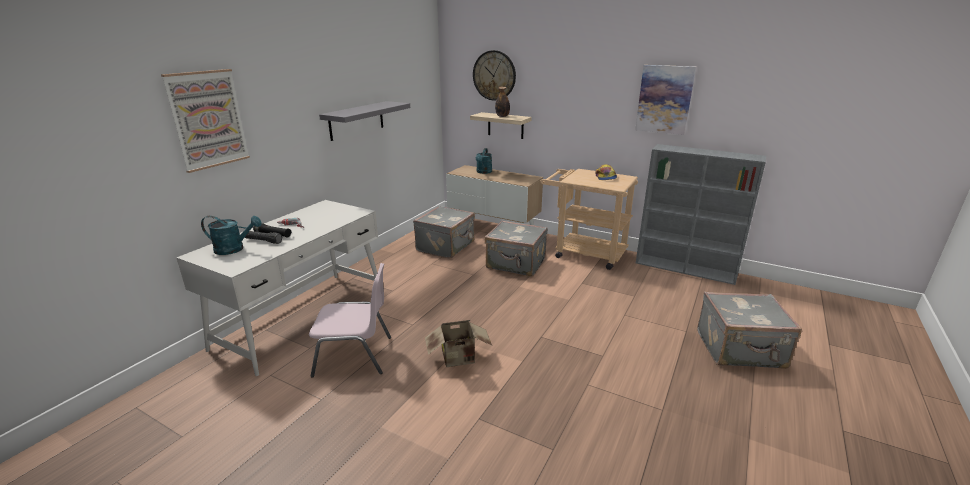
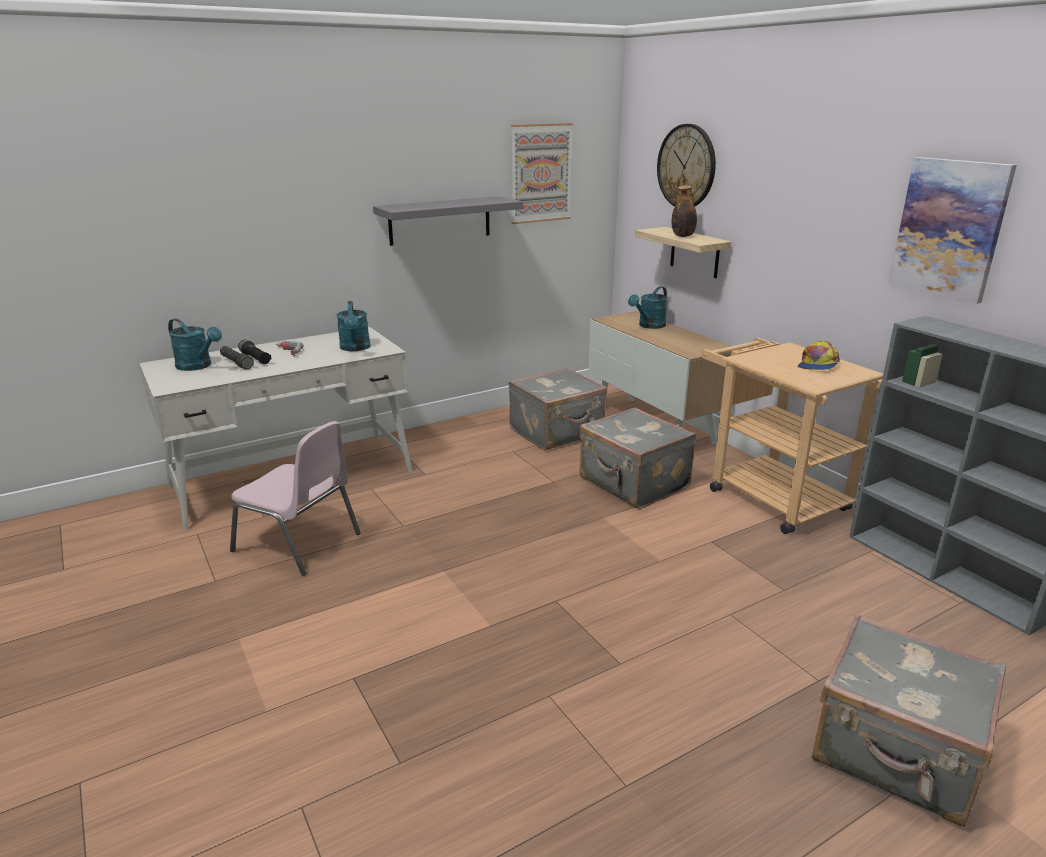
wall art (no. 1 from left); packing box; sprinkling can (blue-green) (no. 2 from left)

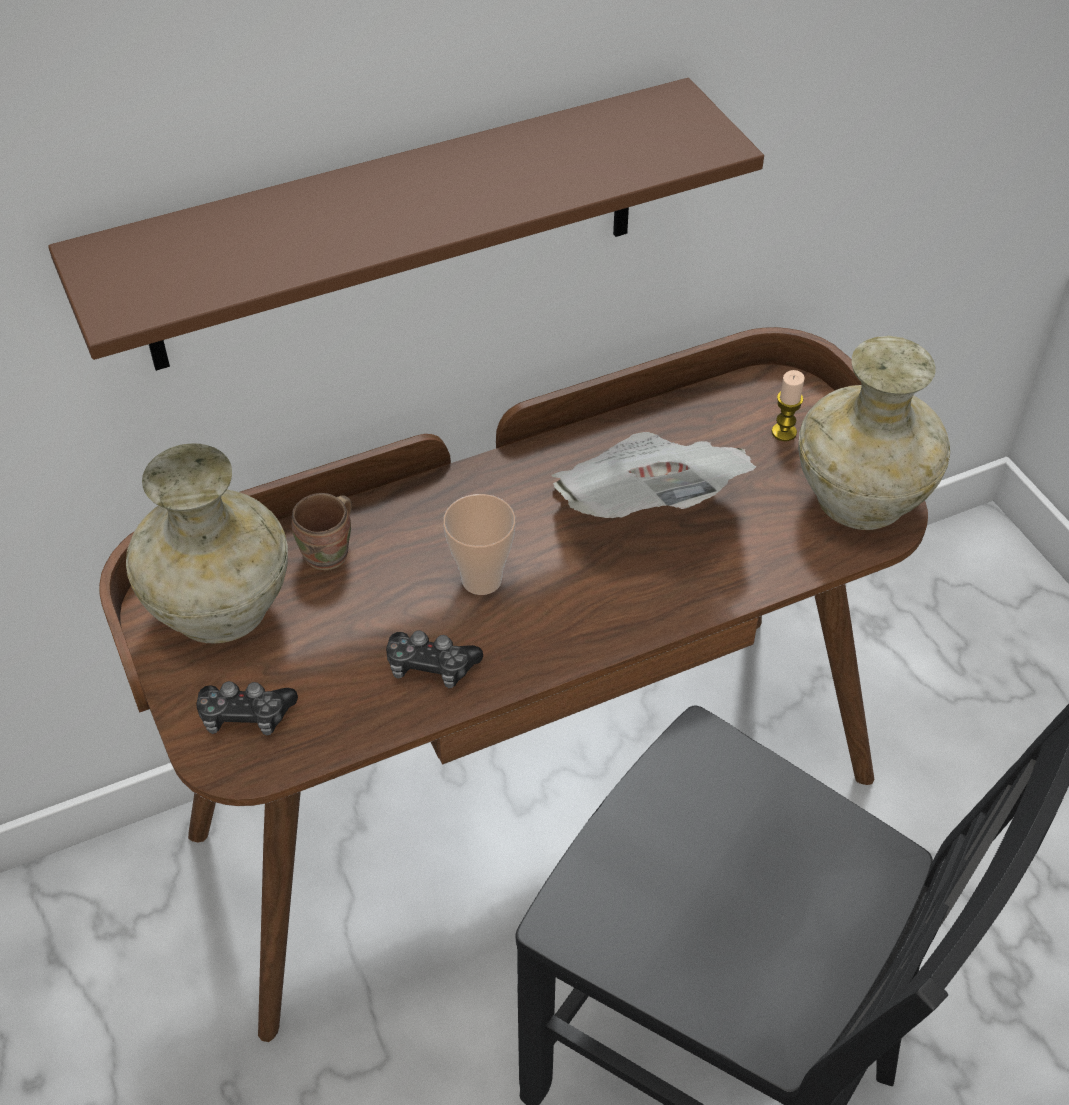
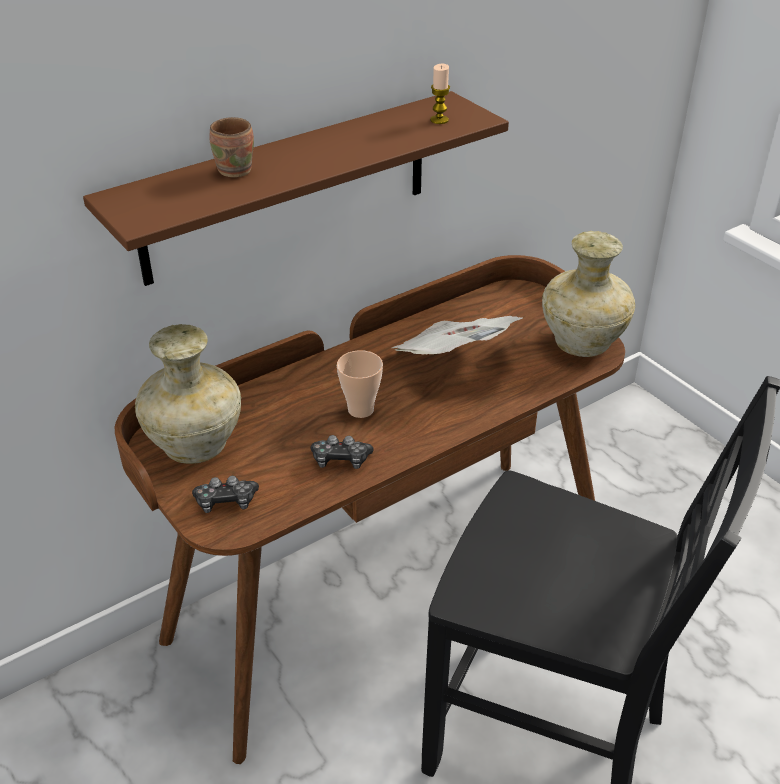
wax light; mug (brown-coloured)

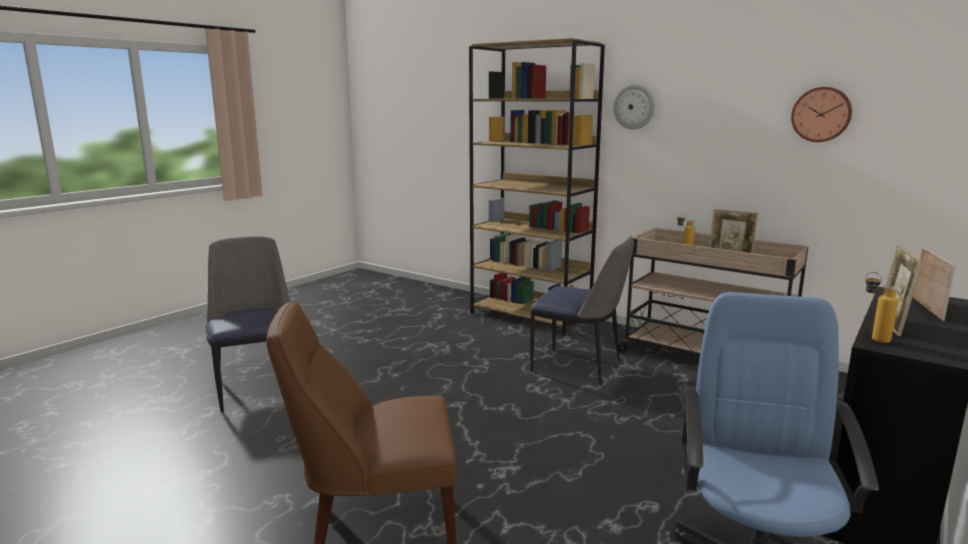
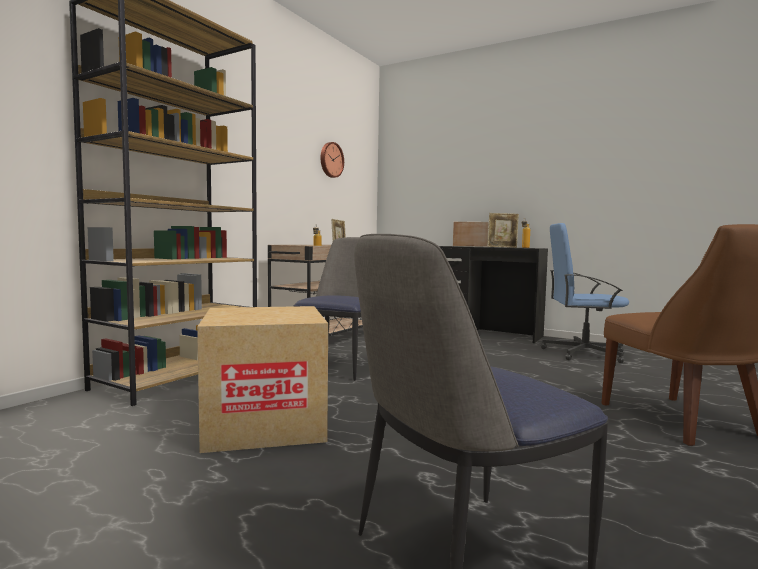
hanging clock (no. 1 from left in the first image); packing box

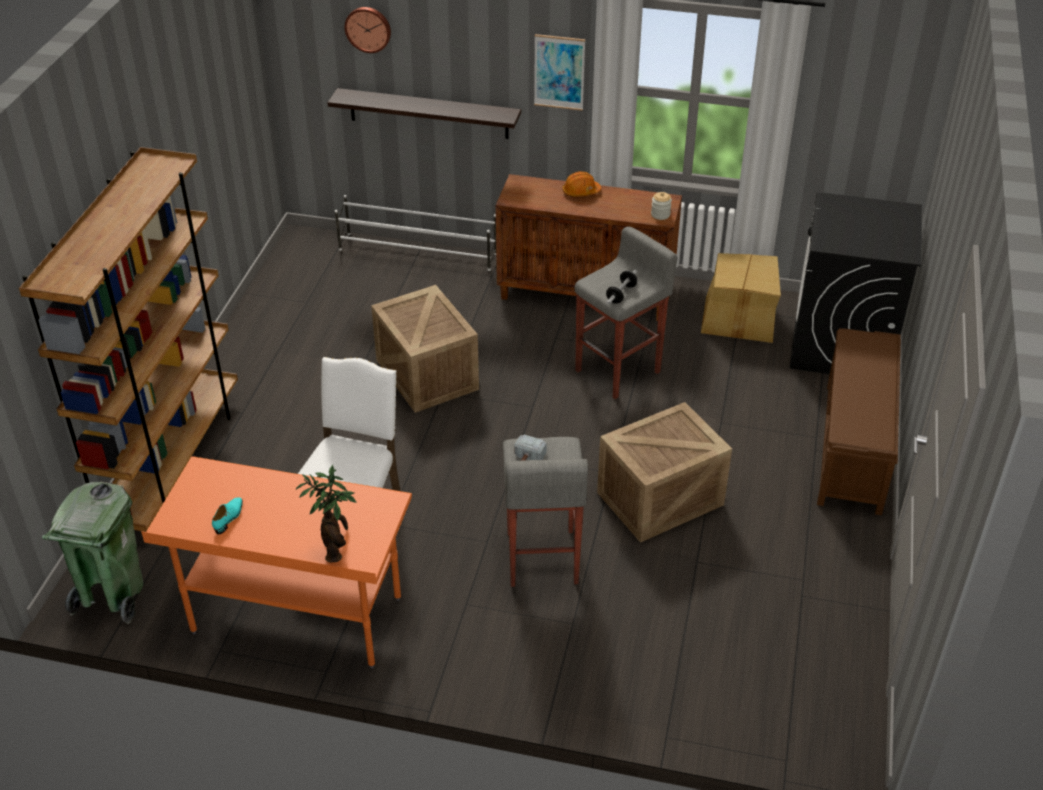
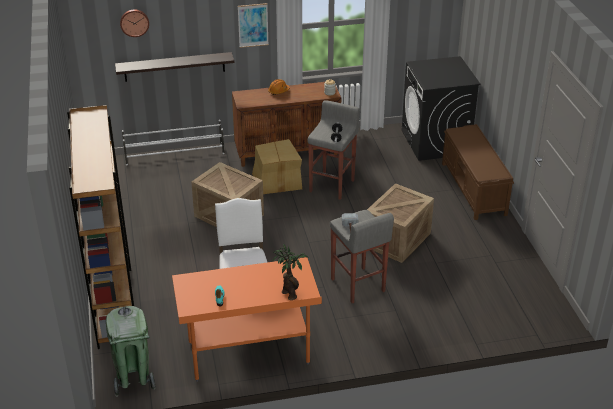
packing box

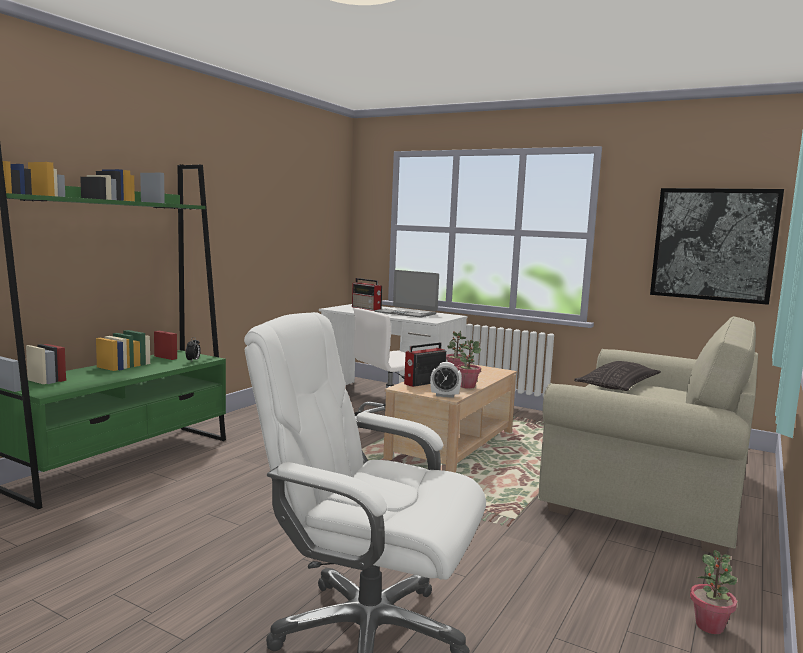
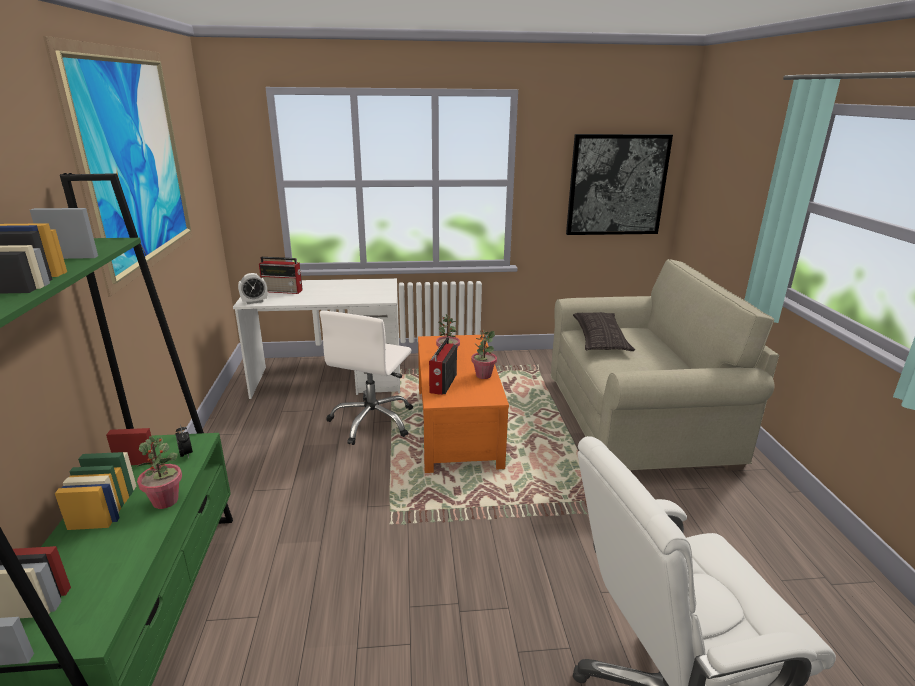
portable computer; table clock (no. 2 from left); low table (orangey); houseplant (no. 1 from left); wall art (no. 1 from left)

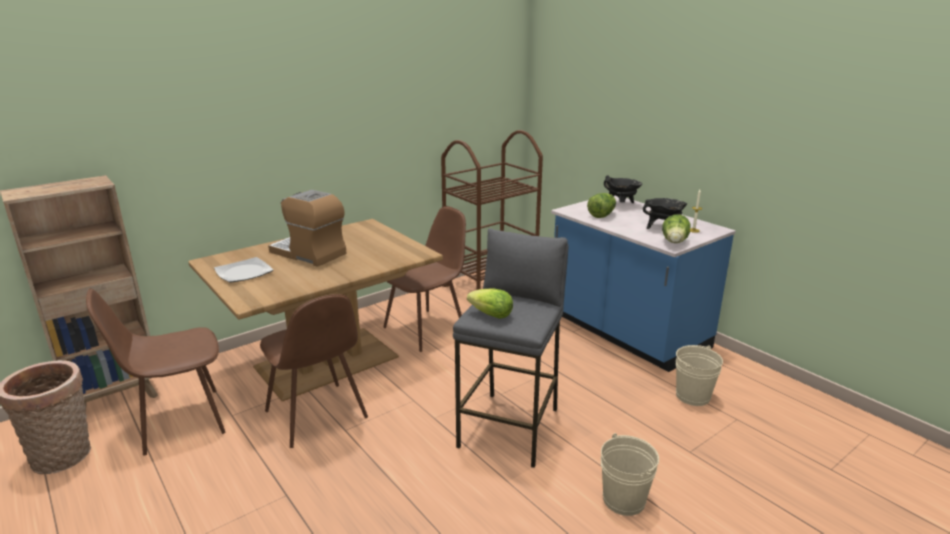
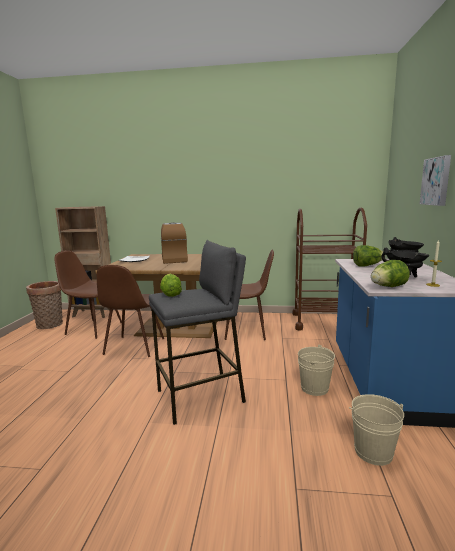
bucket (sand-coloured) (no. 1 from left); wall art

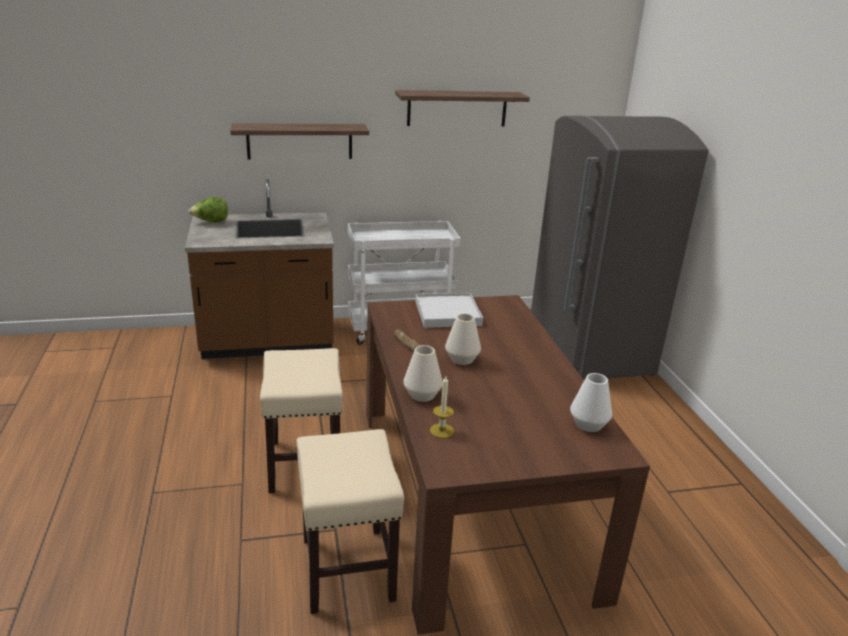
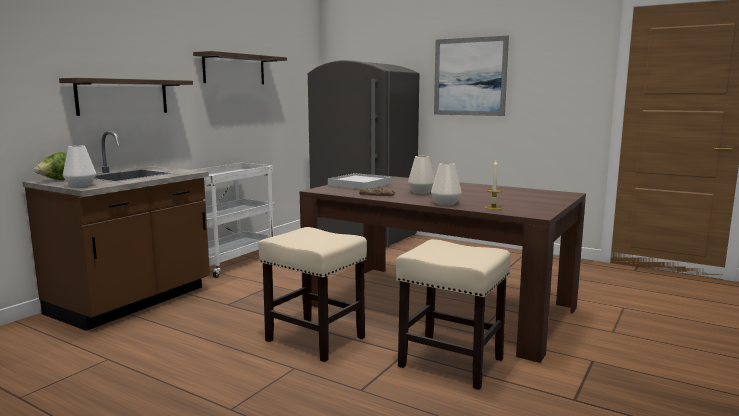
flower vase (white-coloured) (no. 1 from left); wall art

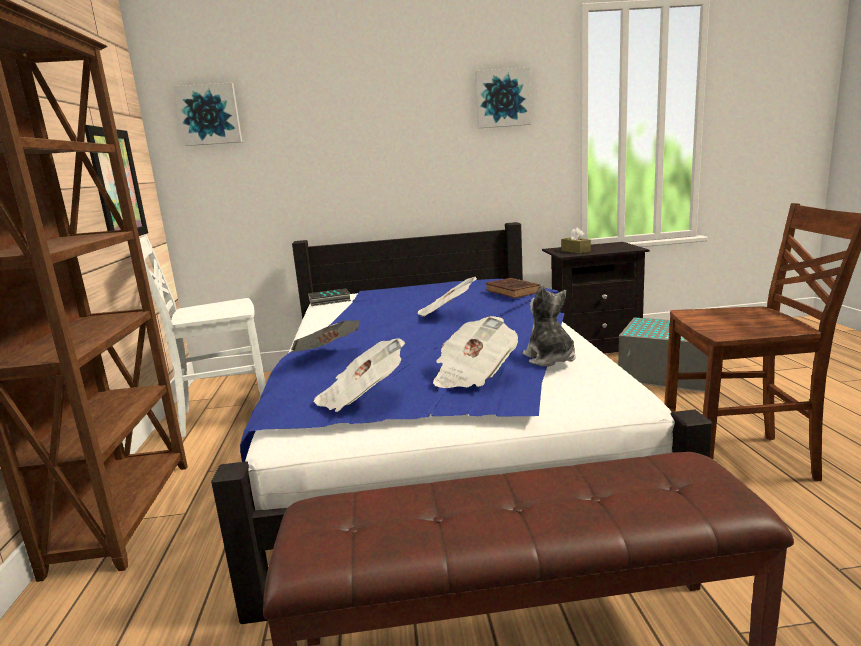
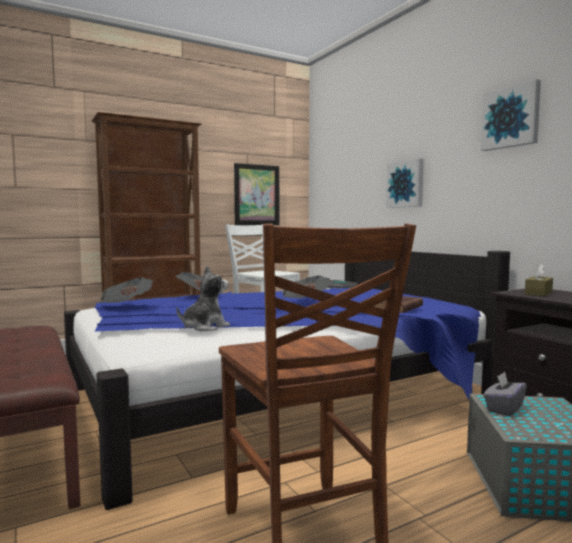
wall art (no. 2 from left); daily paper (no. 4 from left in the first image); box of tissues (grey)

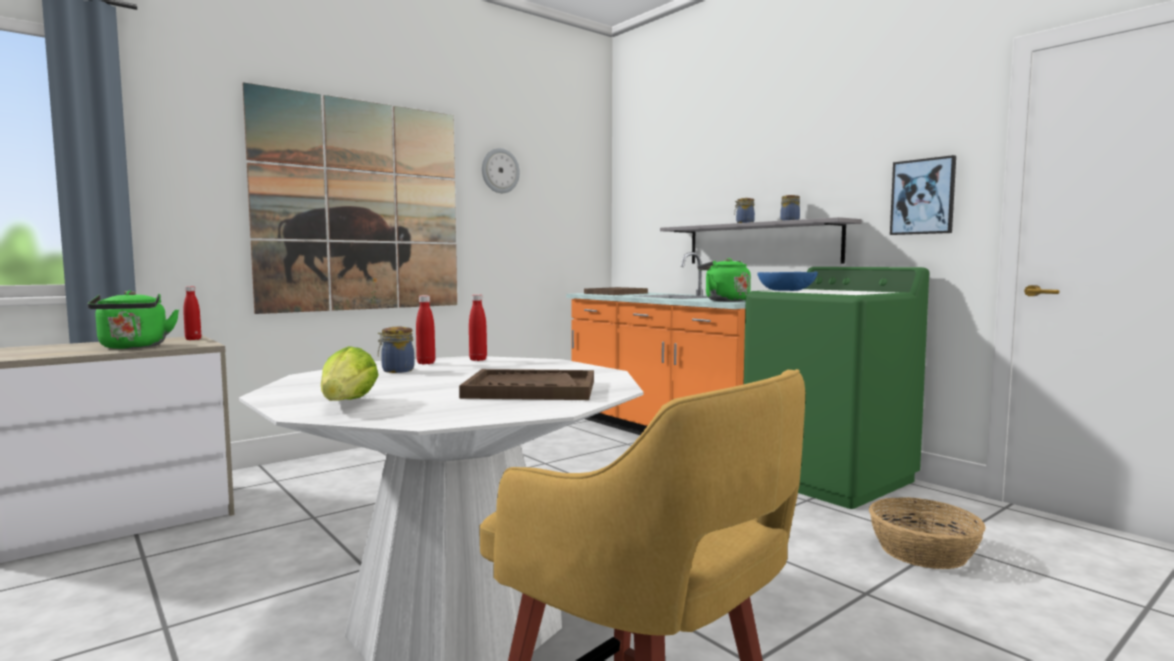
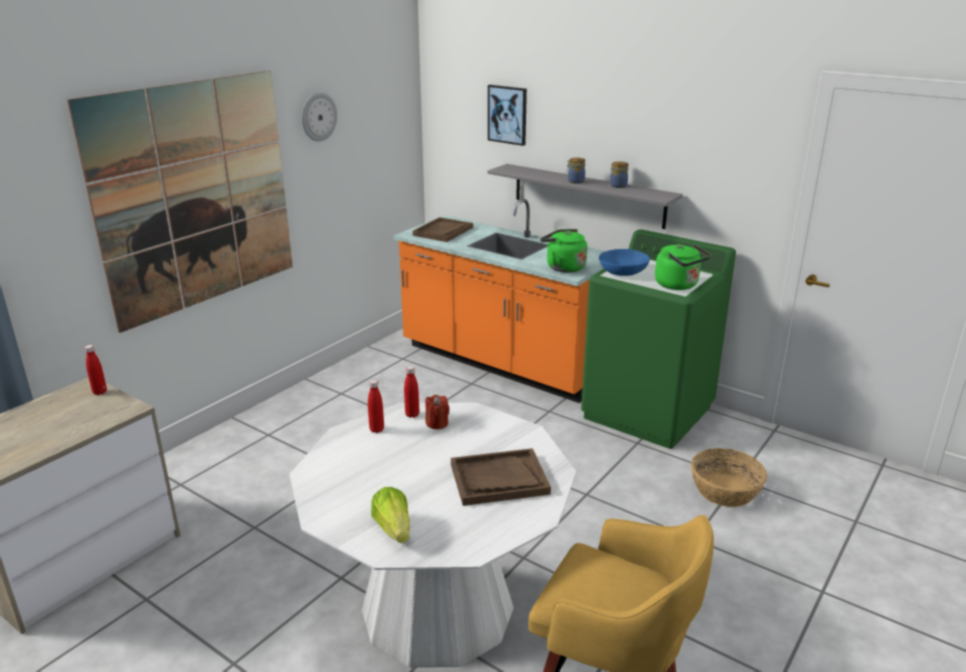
wall art (no. 2 from left); tea kettle (greenish) (no. 2 from left); storage jar (no. 1 from left in the first image); wax light (red-coloured)

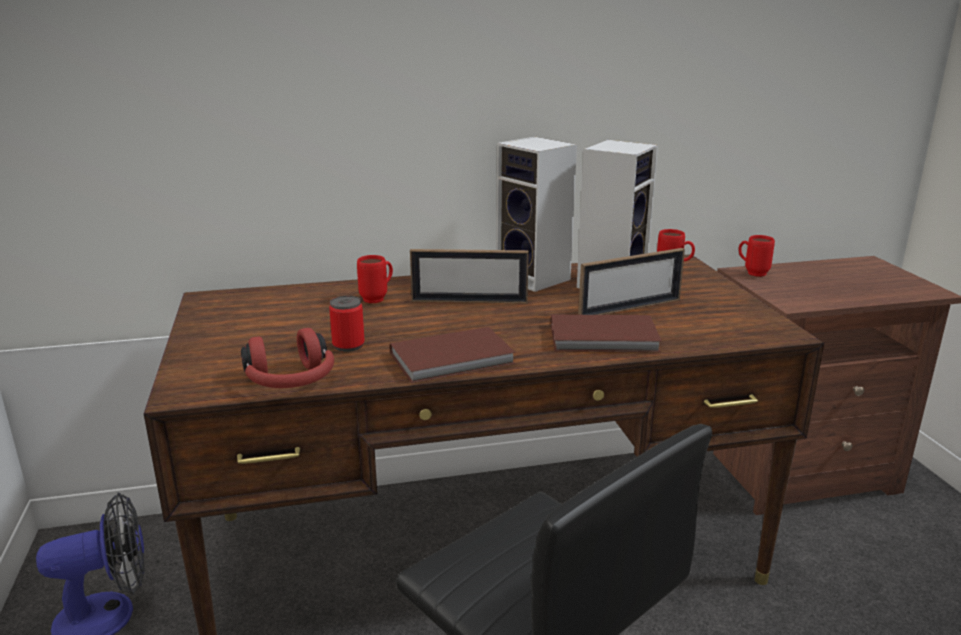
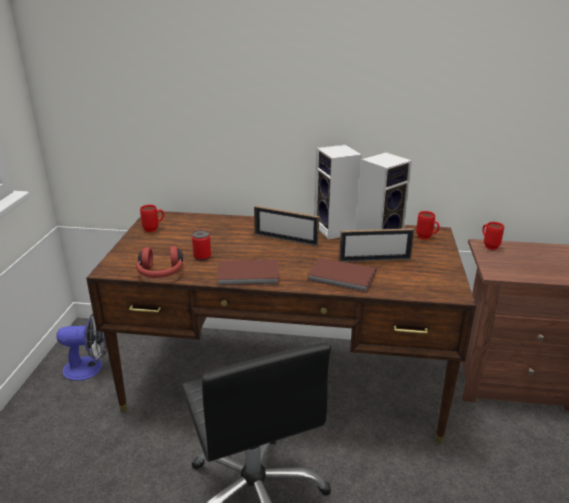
mug (red-coloured) (no. 1 from left)

